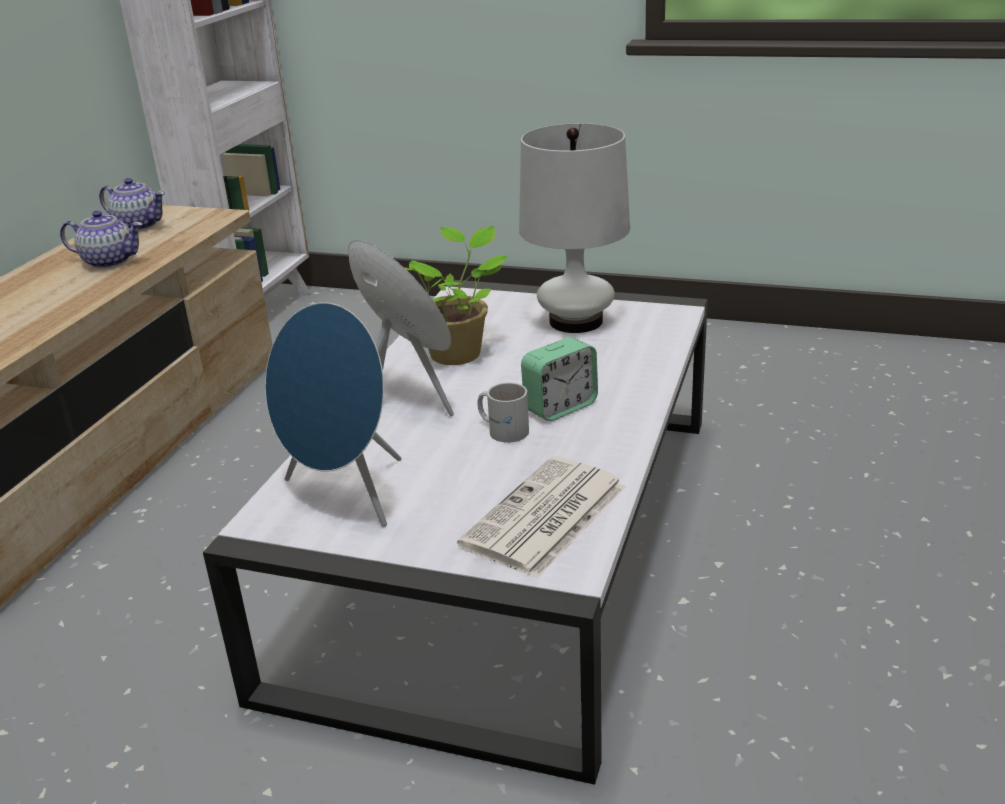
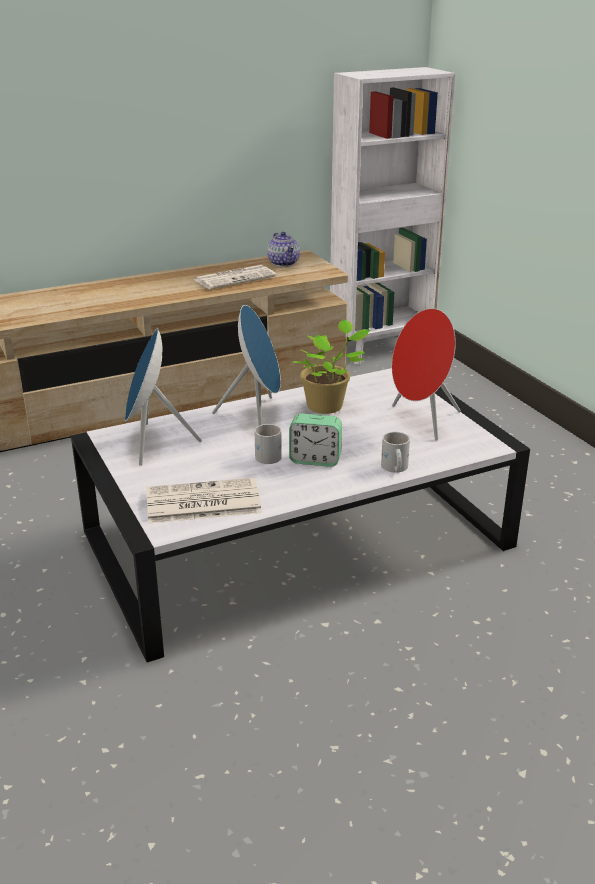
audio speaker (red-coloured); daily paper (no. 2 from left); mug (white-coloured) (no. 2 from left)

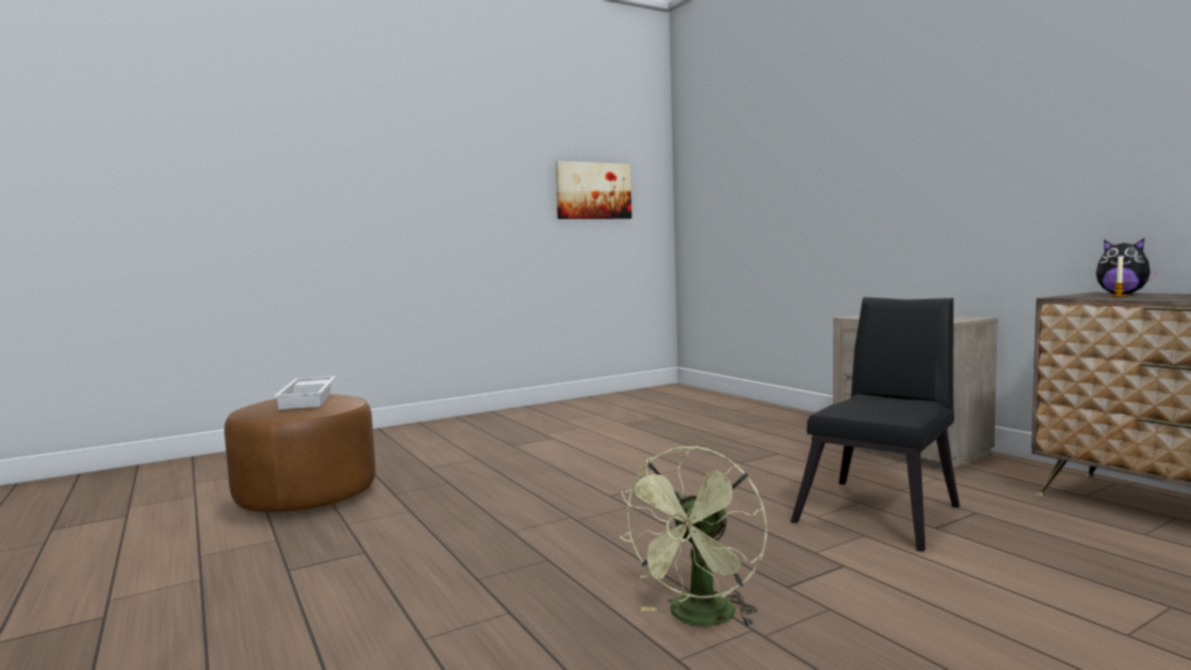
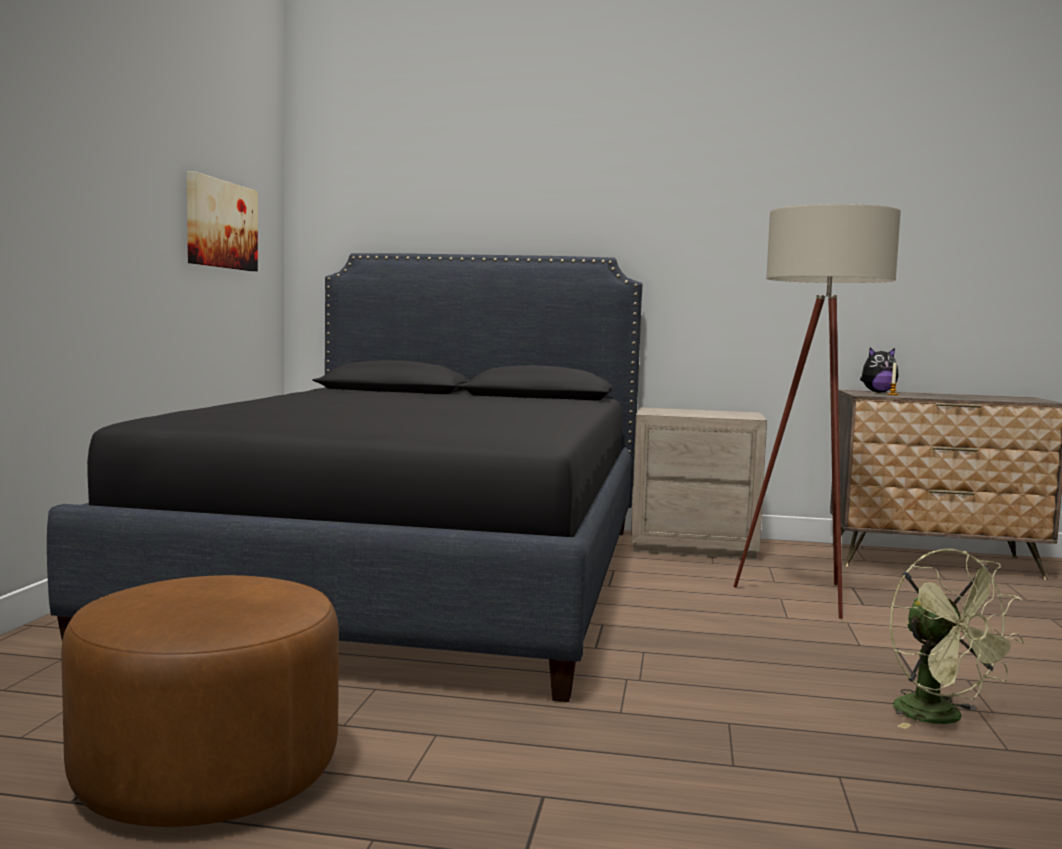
floor lamp (sand-coloured); tray (white-coloured); sleeping bed (black)

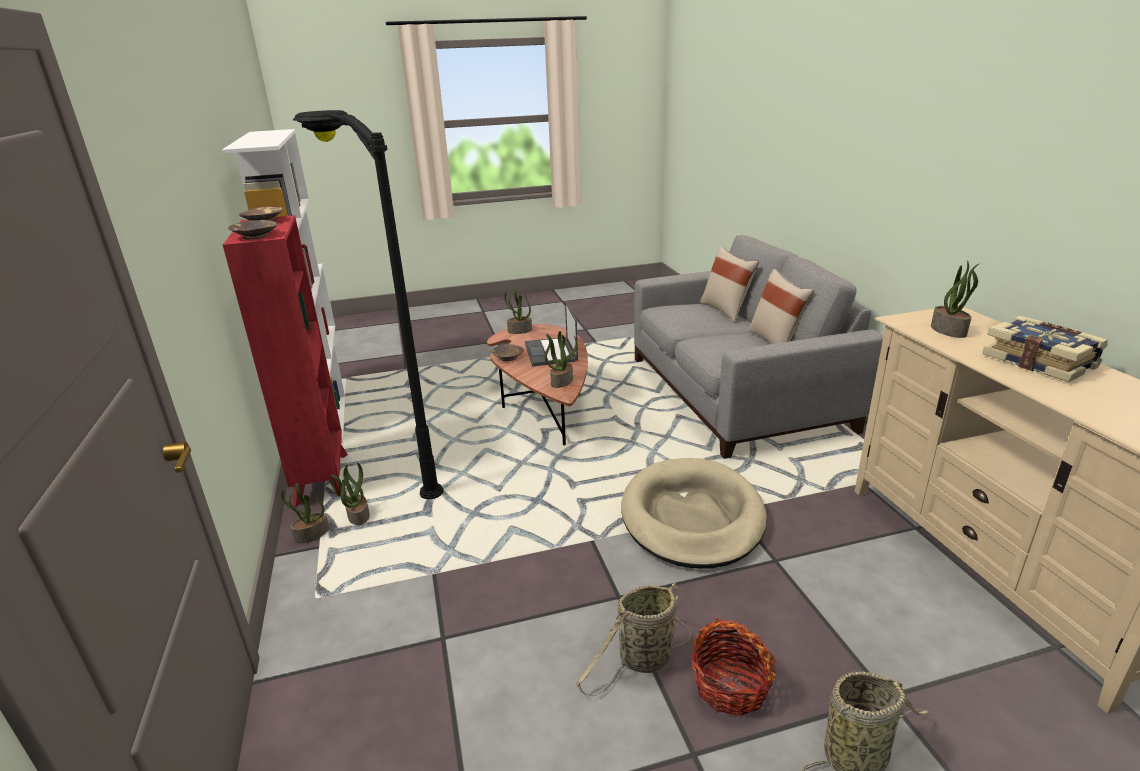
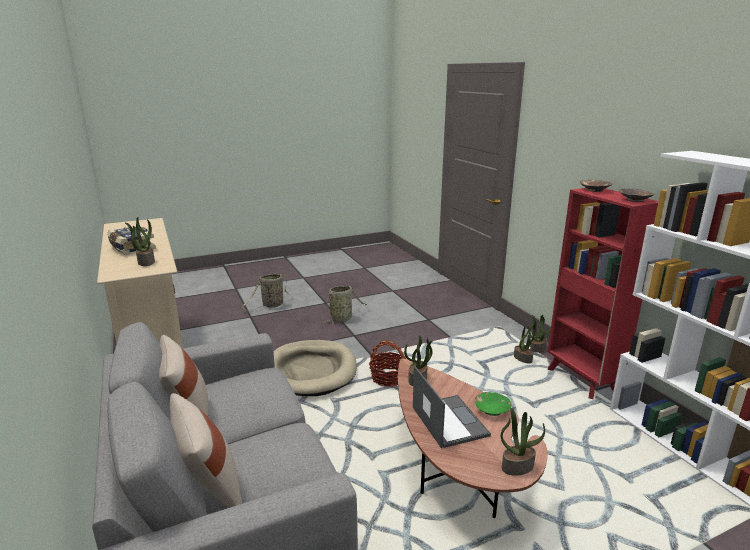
floor lamp (black); deep dish (greenish); basket (no. 3 from left)

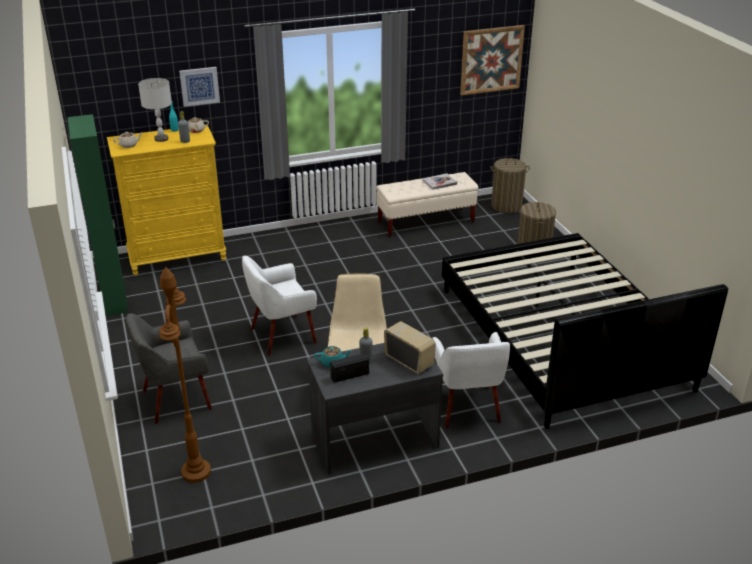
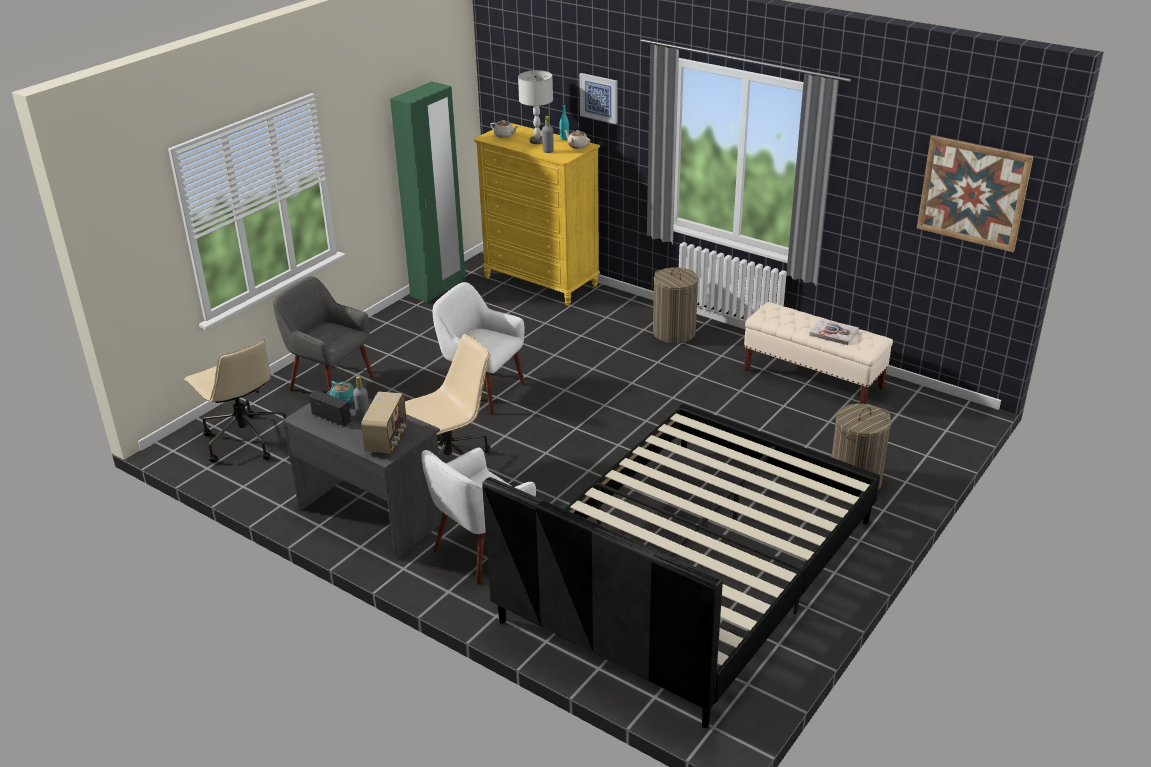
washing basket (no. 1 from left); computer chair (sand-coloured) (no. 1 from left)

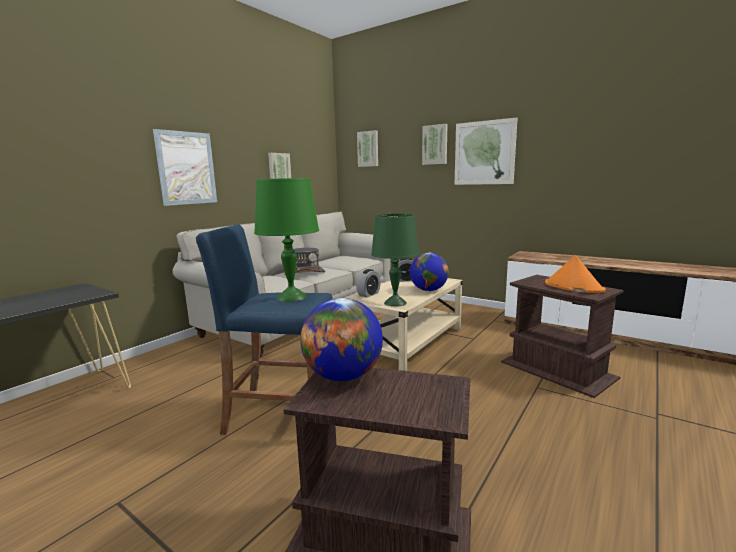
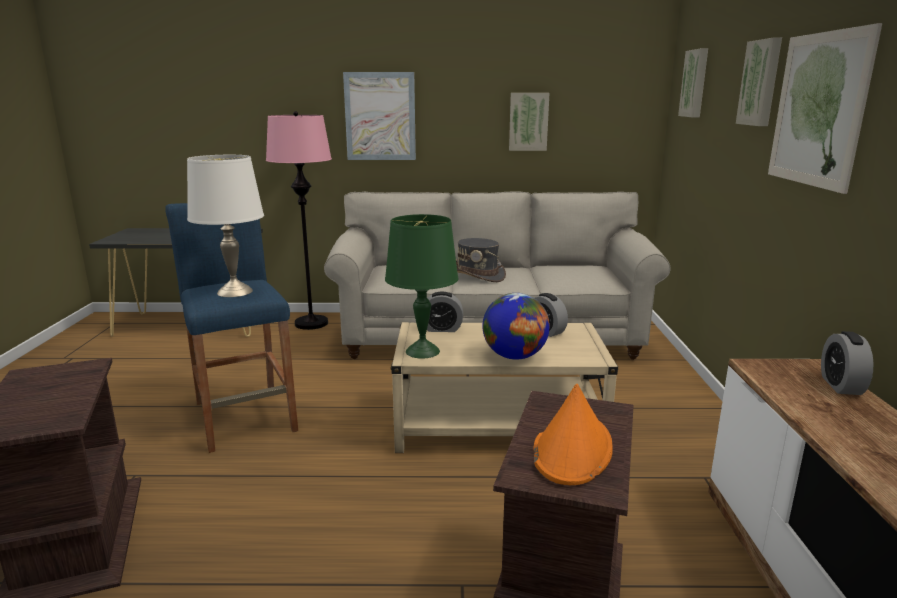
table lamp (white-coloured); globe (no. 1 from left in the first image); floor lamp (pink); table clock (no. 3 from left)

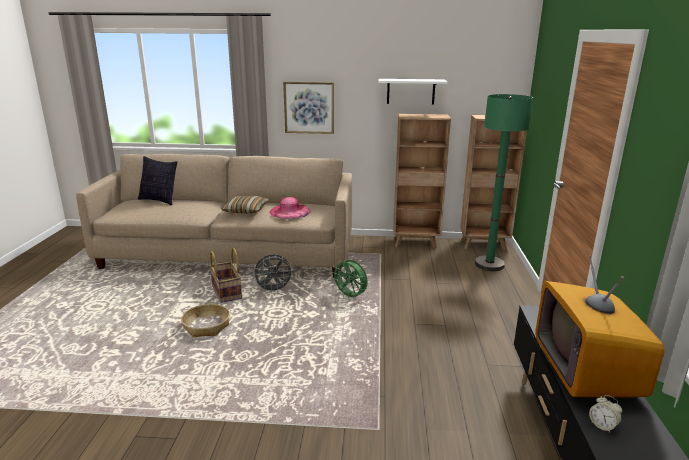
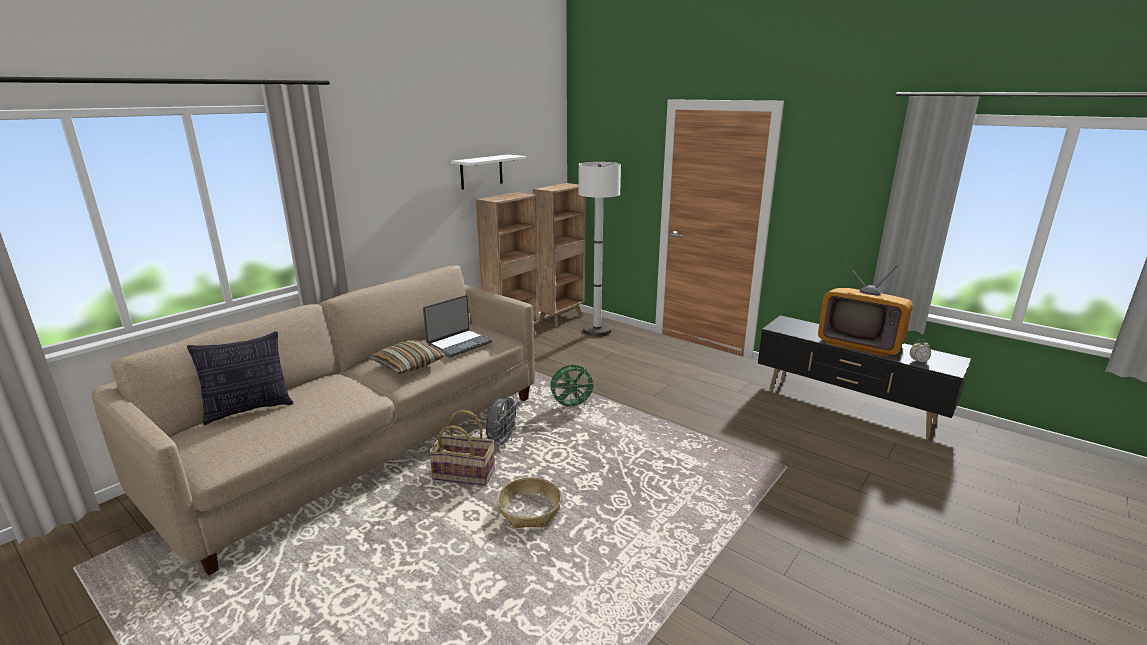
wall art; floor lamp (white-coloured); portable computer

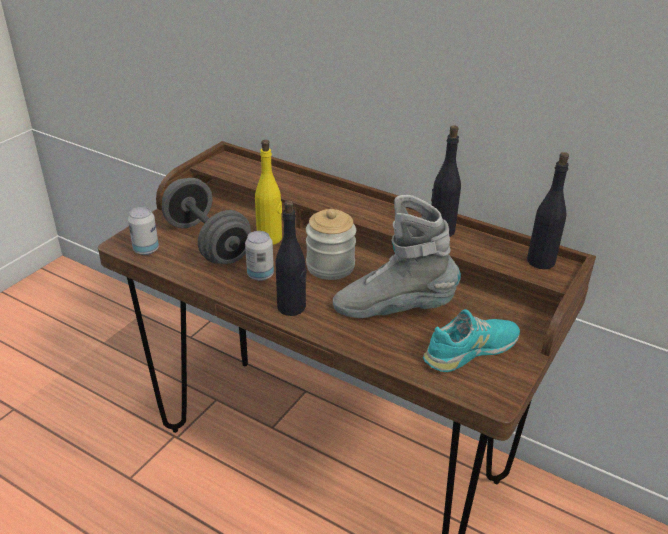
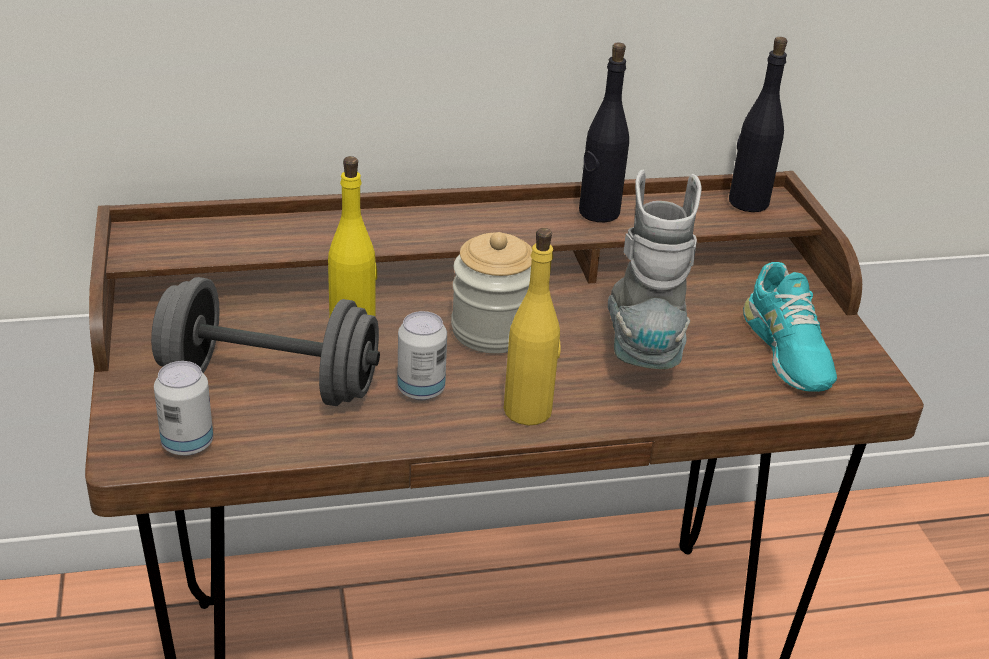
boot (grey); drink bottle (yellow-coloured) (no. 2 from left); shoe (blue-green)

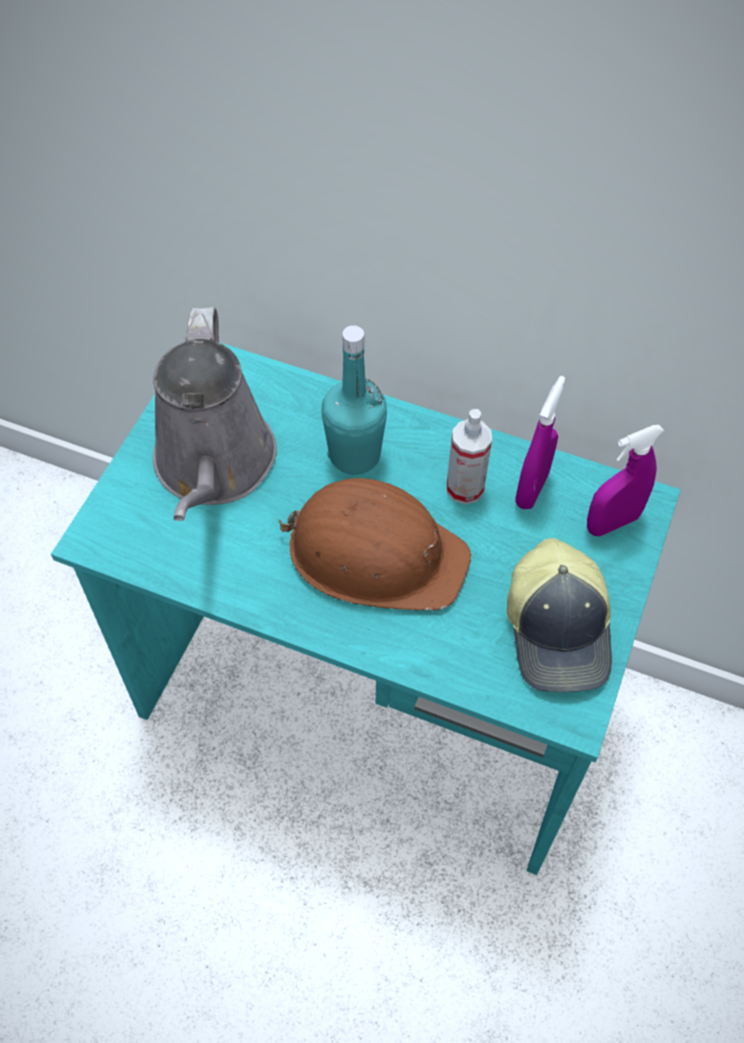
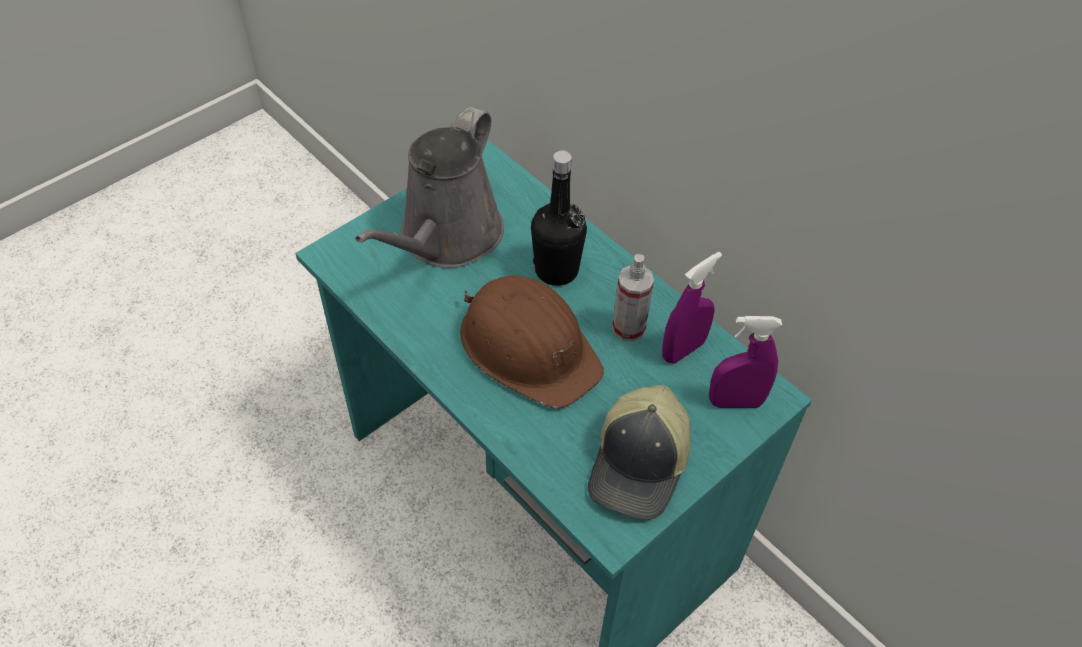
drink bottle (black)

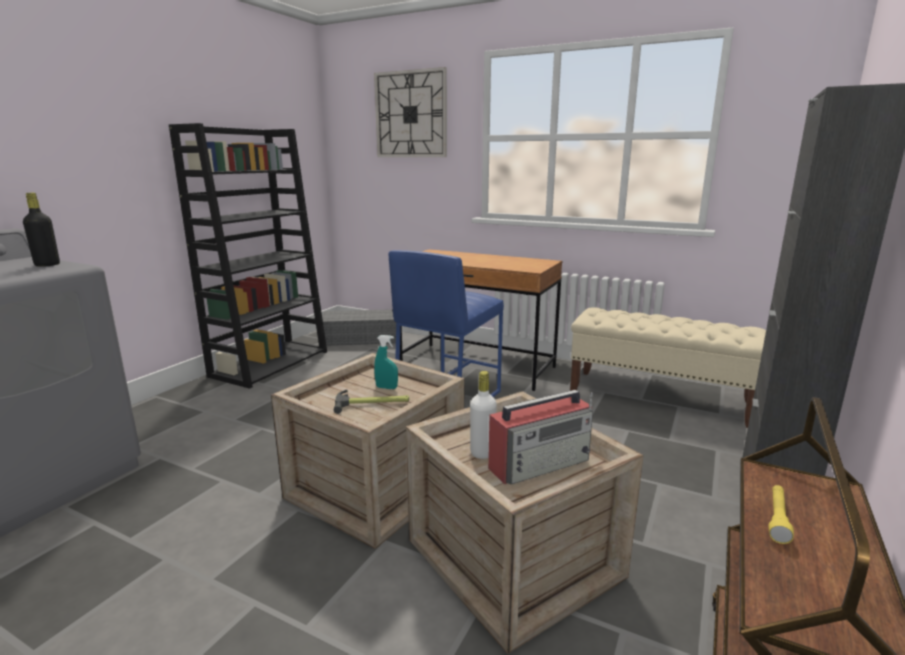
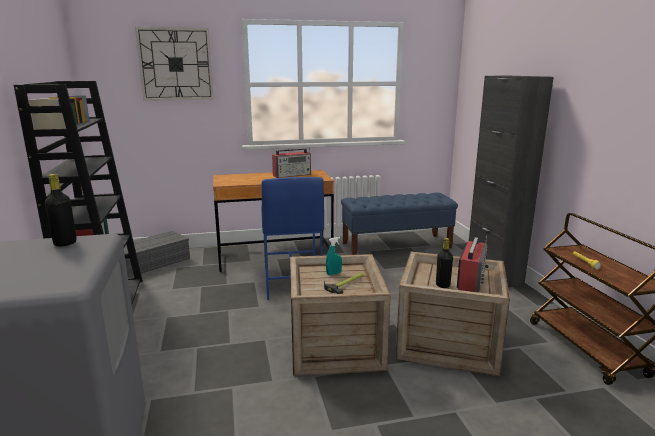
bench (bluish); drink bottle (black) (no. 2 from left); radio (no. 1 from left)

